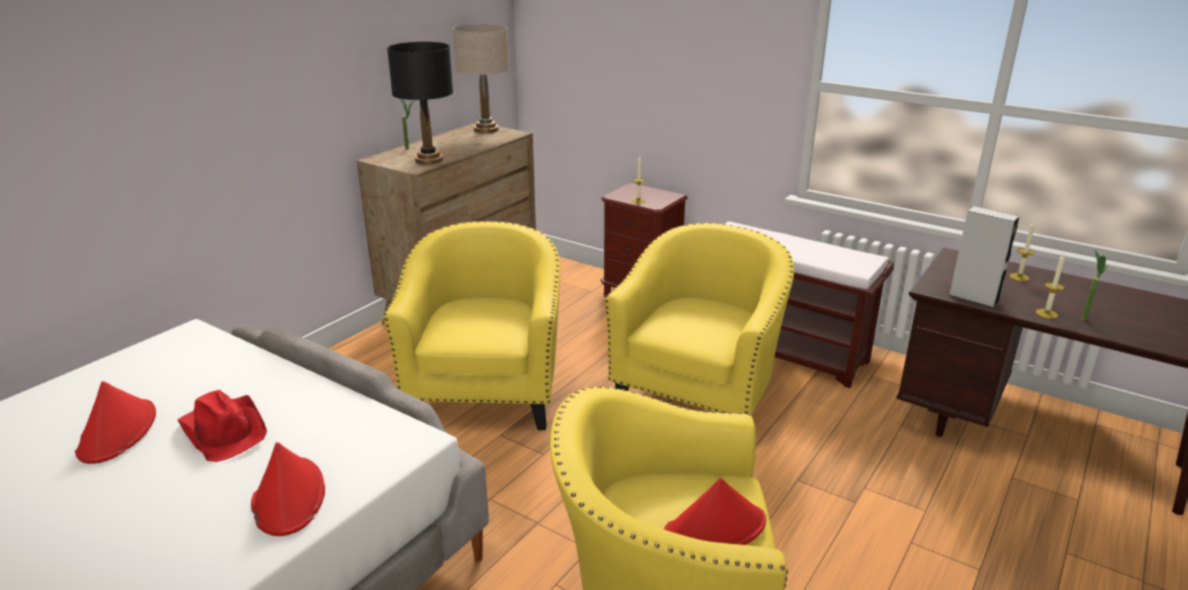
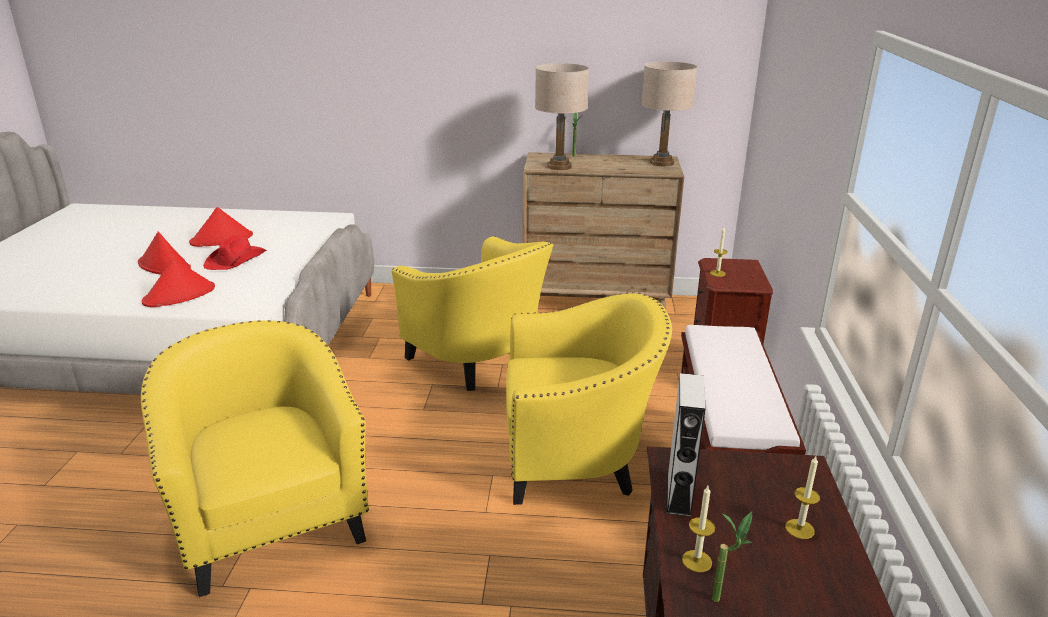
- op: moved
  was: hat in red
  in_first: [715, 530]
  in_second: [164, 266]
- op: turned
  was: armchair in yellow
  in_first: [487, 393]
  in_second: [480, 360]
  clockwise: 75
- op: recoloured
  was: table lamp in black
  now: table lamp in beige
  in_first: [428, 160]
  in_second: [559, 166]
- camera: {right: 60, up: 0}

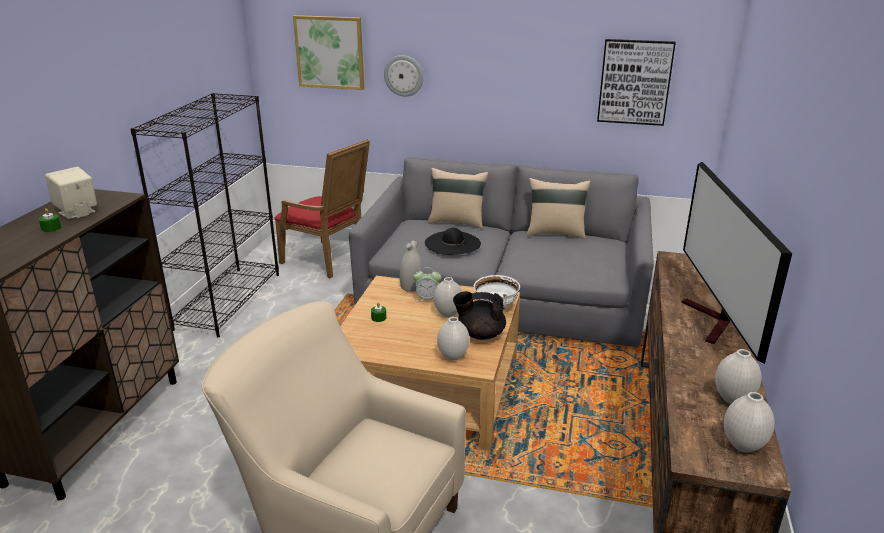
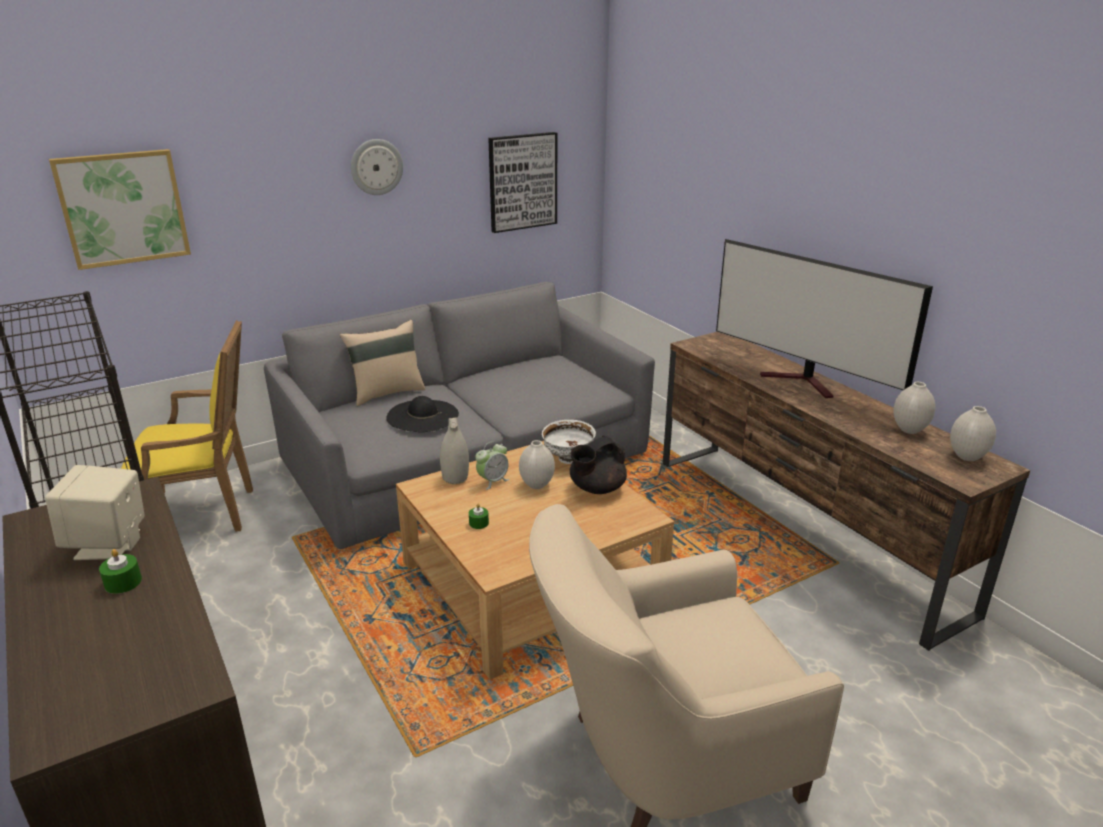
- op: recoloured
  was: armchair in red
  now: armchair in yellow
  in_first: [328, 261]
  in_second: [206, 513]
- op: moved
  was: wall clock
  in_first: [404, 75]
  in_second: [376, 167]
- op: removed
  was: vase in white
  in_first: [453, 356]
- op: removed
  was: pillow in beige
  in_first: [555, 233]
- camera: {right: -45, up: 0}

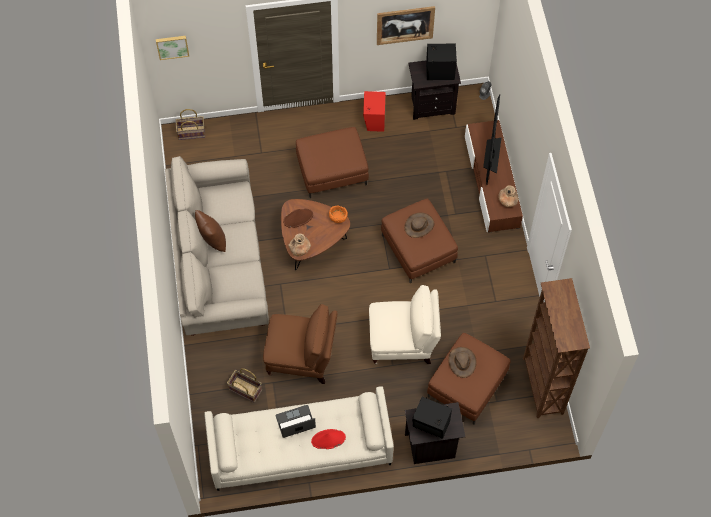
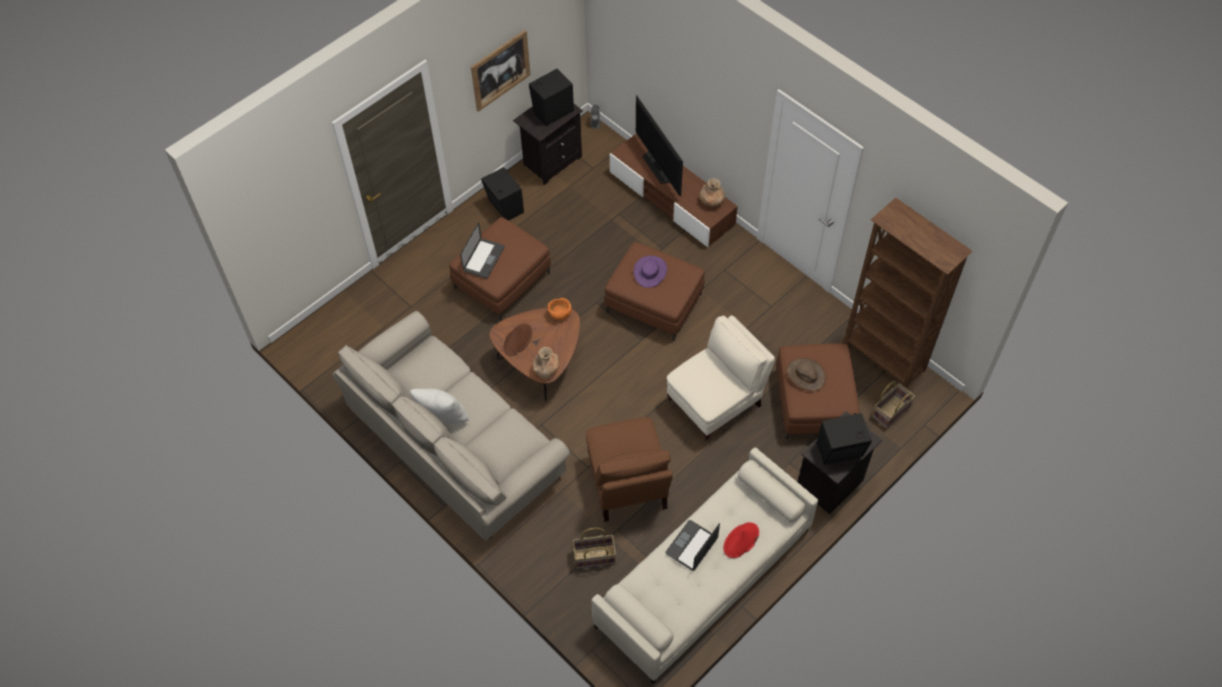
- op: recoloured
  was: pillow in brown
  now: pillow in white
  in_first: [212, 241]
  in_second: [443, 419]
- op: added
  now: laptop
  in_second: [484, 259]
- op: recoloured
  was: speaker in red
  now: speaker in black
  in_first: [374, 120]
  in_second: [505, 207]
- op: turned
  was: armchair in brown
  in_first: [302, 358]
  in_second: [627, 484]
  clockwise: 105
- op: recoloured
  was: hat in brown
  now: hat in purple
  in_first: [419, 226]
  in_second: [650, 272]
- op: moved
  was: basket
  in_first: [191, 132]
  in_second: [890, 411]
- op: removed
  was: picture
  in_first: [172, 46]
- camera: {right: -35, up: -5}

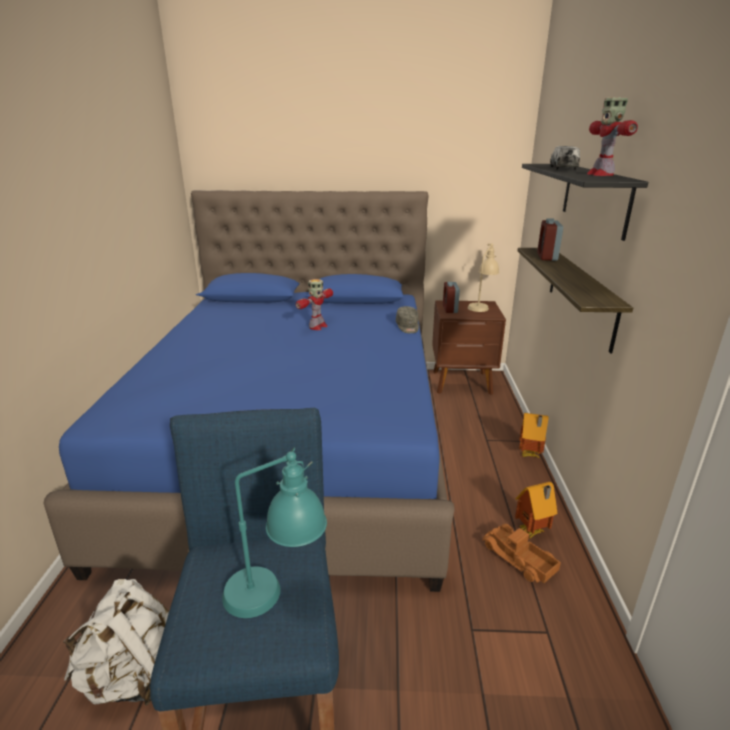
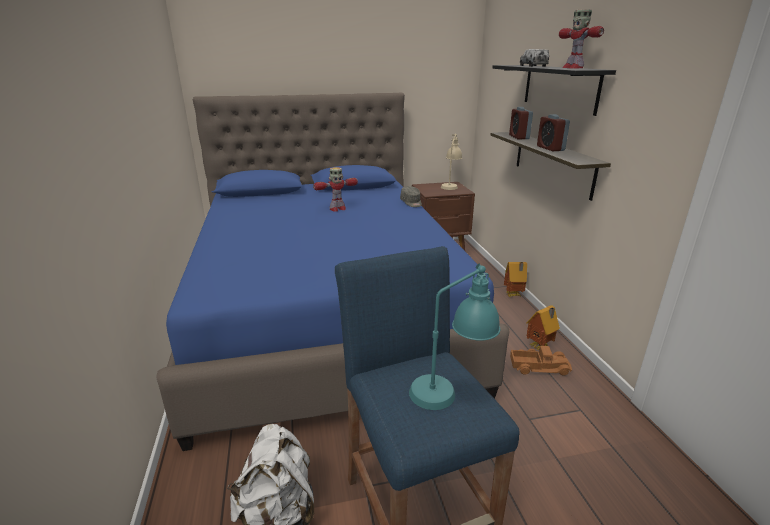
- op: turned
  was: toy robot
  in_first: [317, 327]
  in_second: [337, 209]
  clockwise: 45
- op: turned
  was: toy truck
  in_first: [518, 559]
  in_second: [538, 367]
  clockwise: 150
- op: moved
  was: alarm clock
  in_first: [450, 309]
  in_second: [550, 148]
- camera: {right: -15, up: 0}

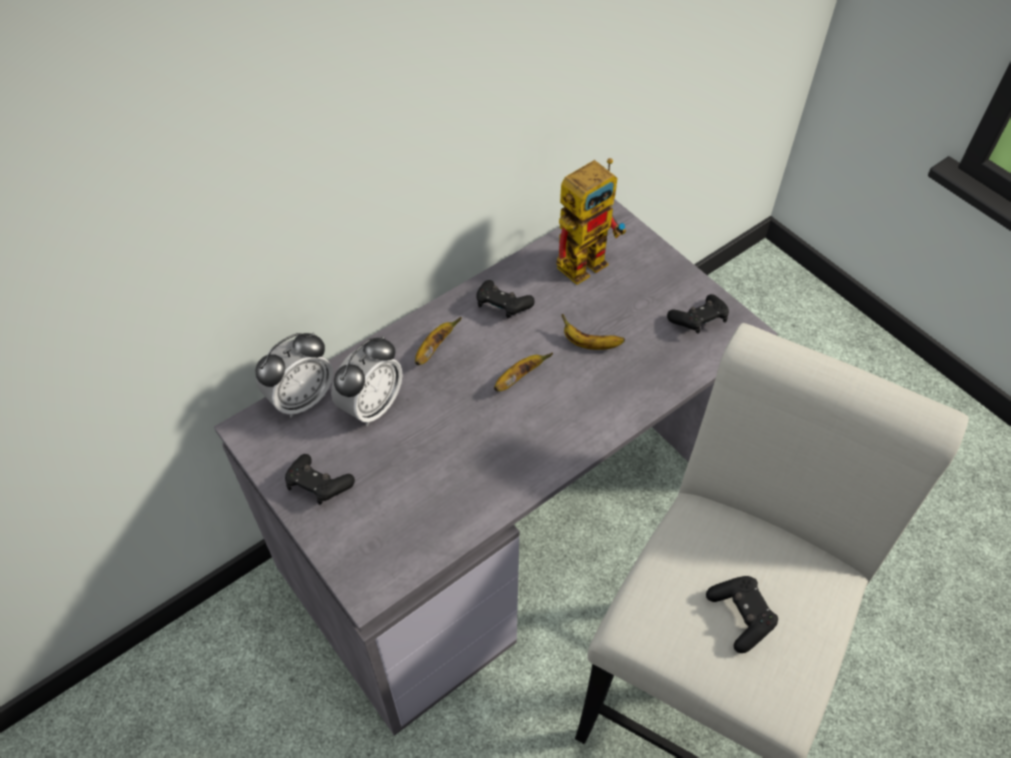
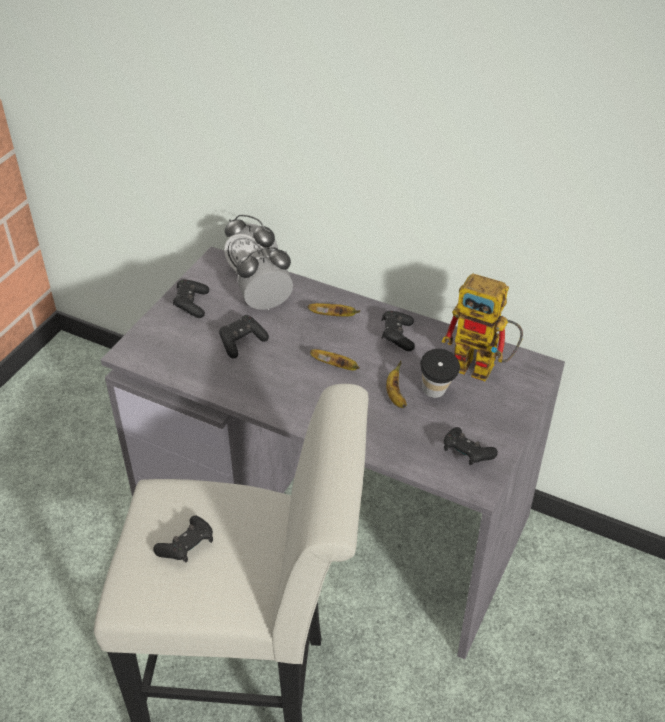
- op: added
  now: game controller in black
  in_second: [242, 342]
- op: turned
  was: alarm clock
  in_first: [371, 406]
  in_second: [266, 304]
  clockwise: 150
- op: added
  now: cup
  in_second: [436, 395]
- camera: {right: 65, up: -10}

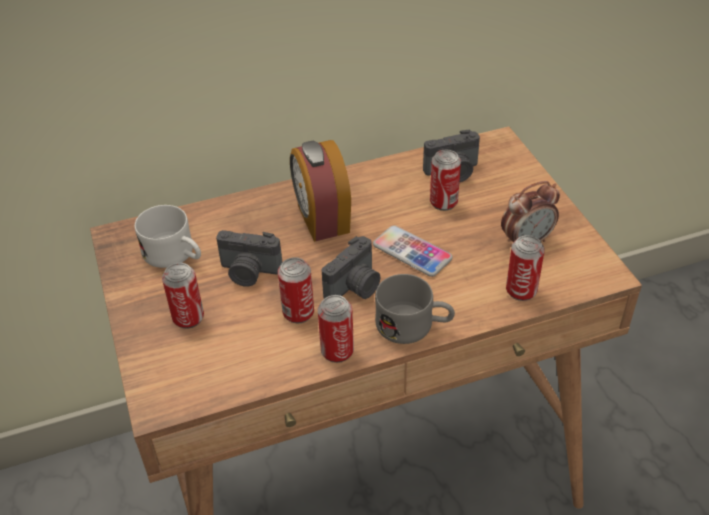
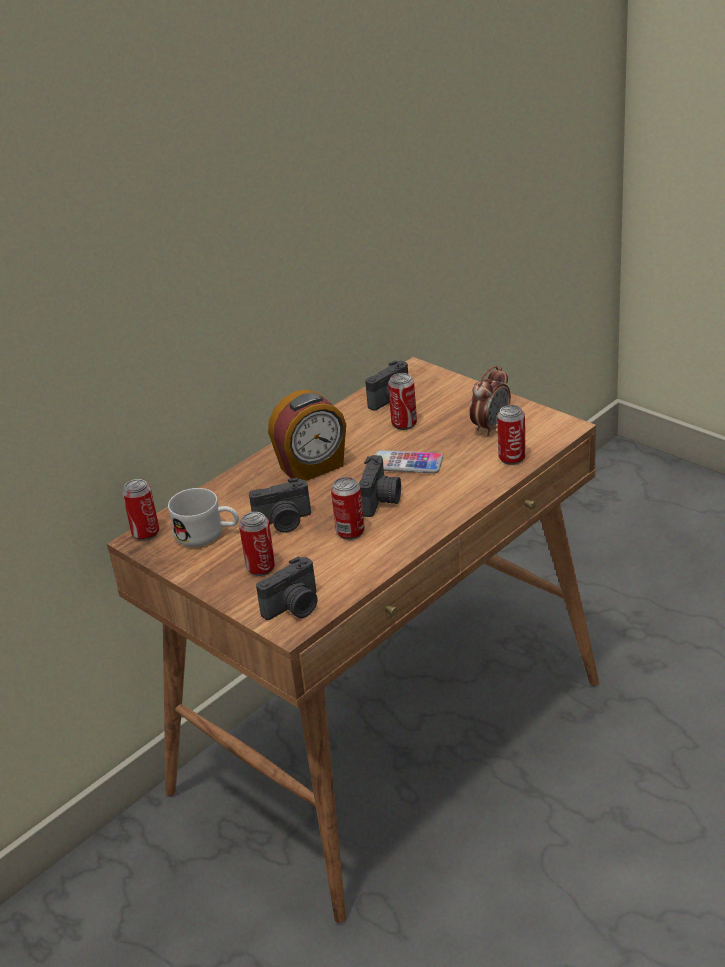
- op: moved
  was: can
  in_first: [337, 351]
  in_second: [145, 533]
- op: added
  now: photo camera
  in_second: [294, 607]
- op: turned
  was: alarm clock
  in_first: [321, 219]
  in_second: [312, 468]
  clockwise: -75
- op: removed
  was: mug in grey
  in_first: [414, 326]
- camera: {right: -25, up: -10}

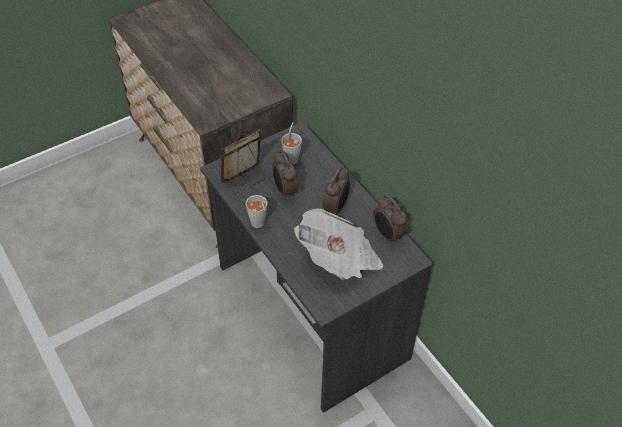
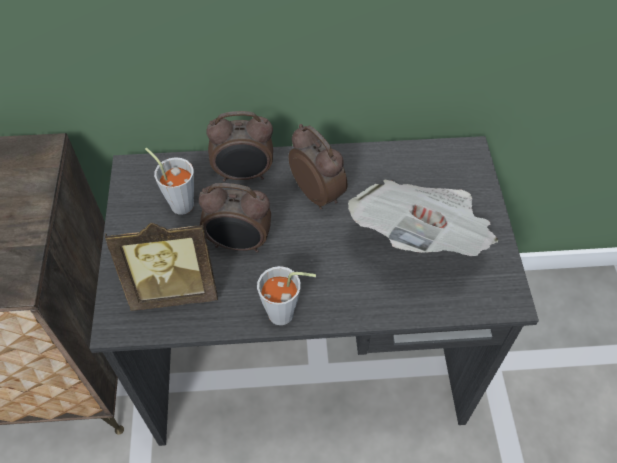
- op: turned
  was: picture frame
  in_first: [245, 180]
  in_second: [175, 289]
  clockwise: -90
- op: moved
  was: alarm clock
  in_first: [387, 235]
  in_second: [244, 175]
- camera: {right: -60, up: 5}

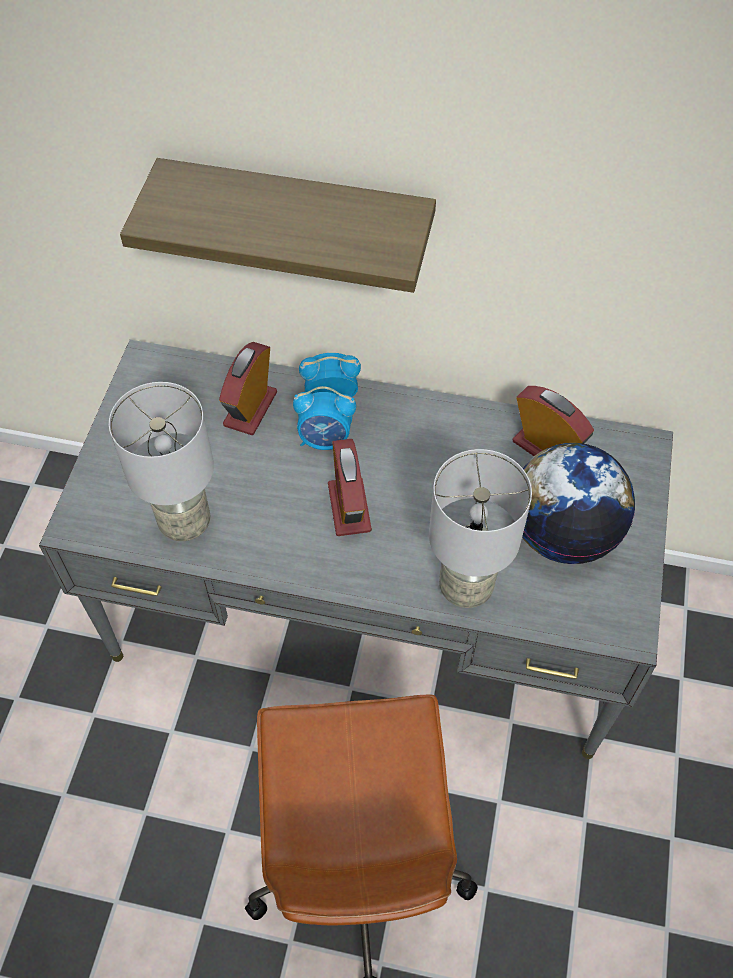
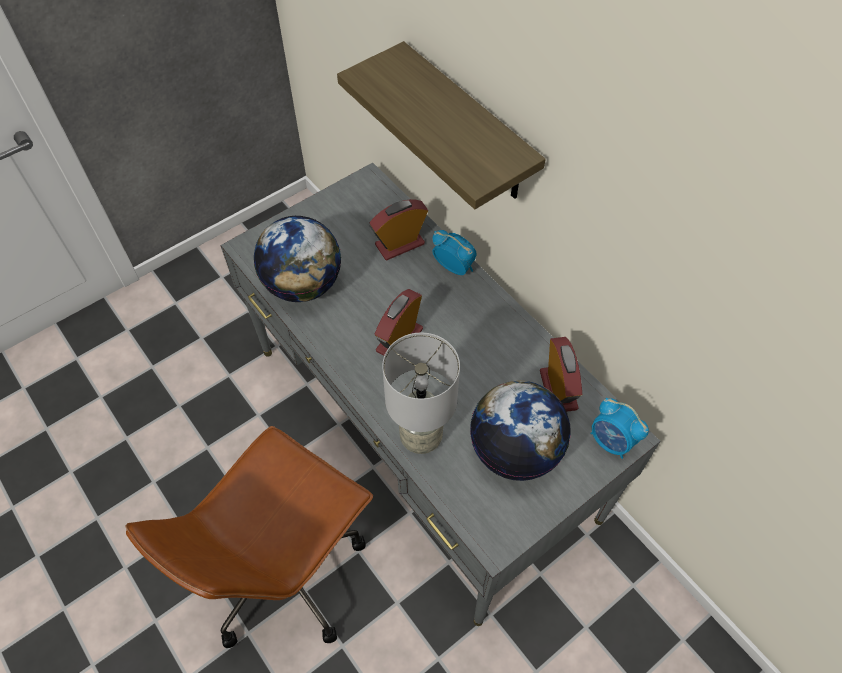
- op: replaced
  was: table lamp in grey
  now: globe
  in_first: [186, 523]
  in_second: [303, 285]
- op: moved
  was: alarm clock
  in_first: [325, 440]
  in_second: [611, 441]
- camera: {right: 40, up: 0}

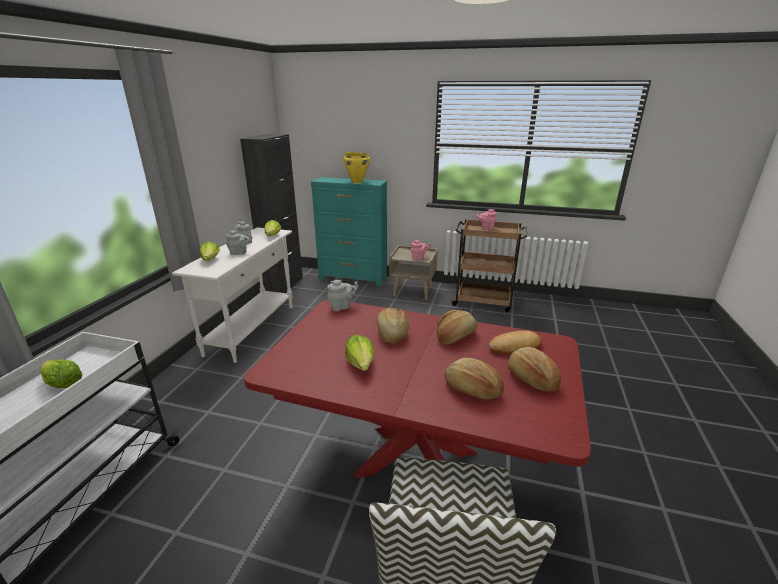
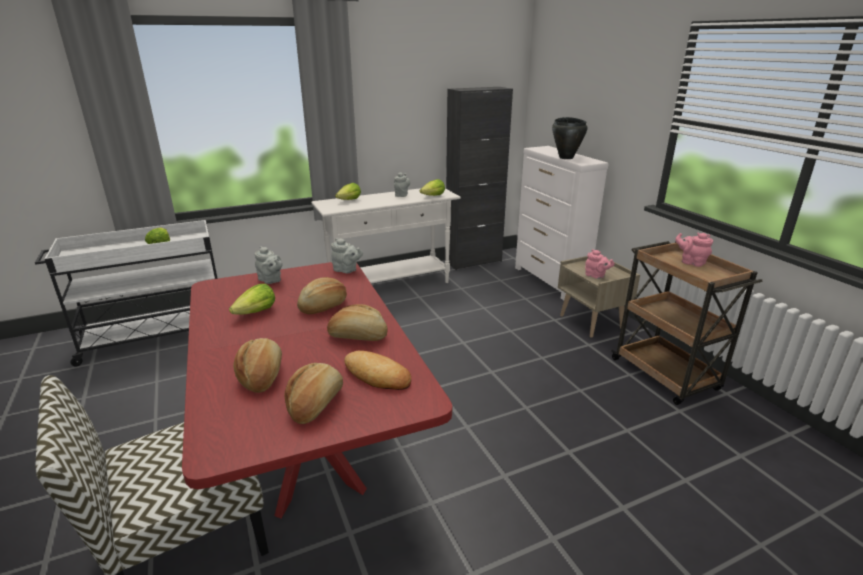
- op: moved
  was: teapot in grey
  in_first: [240, 253]
  in_second: [271, 280]
- op: recoloured
  was: dresser in turquoise
  now: dresser in white
  in_first: [353, 278]
  in_second: [550, 281]
- op: recoloured
  was: cooking pot in yellow
  now: cooking pot in black
  in_first: [357, 182]
  in_second: [566, 157]
- camera: {right: 50, up: 0}

